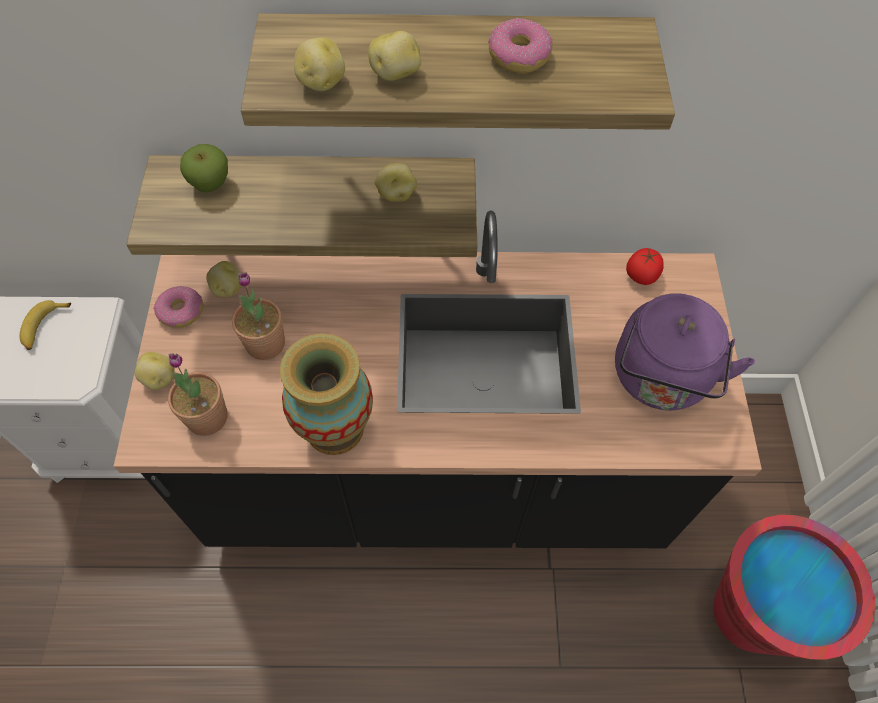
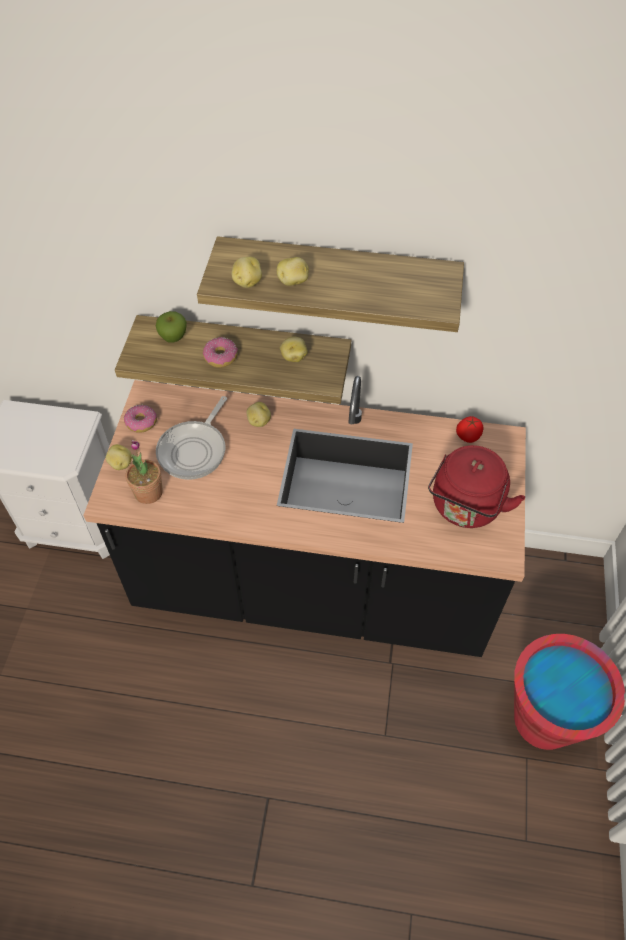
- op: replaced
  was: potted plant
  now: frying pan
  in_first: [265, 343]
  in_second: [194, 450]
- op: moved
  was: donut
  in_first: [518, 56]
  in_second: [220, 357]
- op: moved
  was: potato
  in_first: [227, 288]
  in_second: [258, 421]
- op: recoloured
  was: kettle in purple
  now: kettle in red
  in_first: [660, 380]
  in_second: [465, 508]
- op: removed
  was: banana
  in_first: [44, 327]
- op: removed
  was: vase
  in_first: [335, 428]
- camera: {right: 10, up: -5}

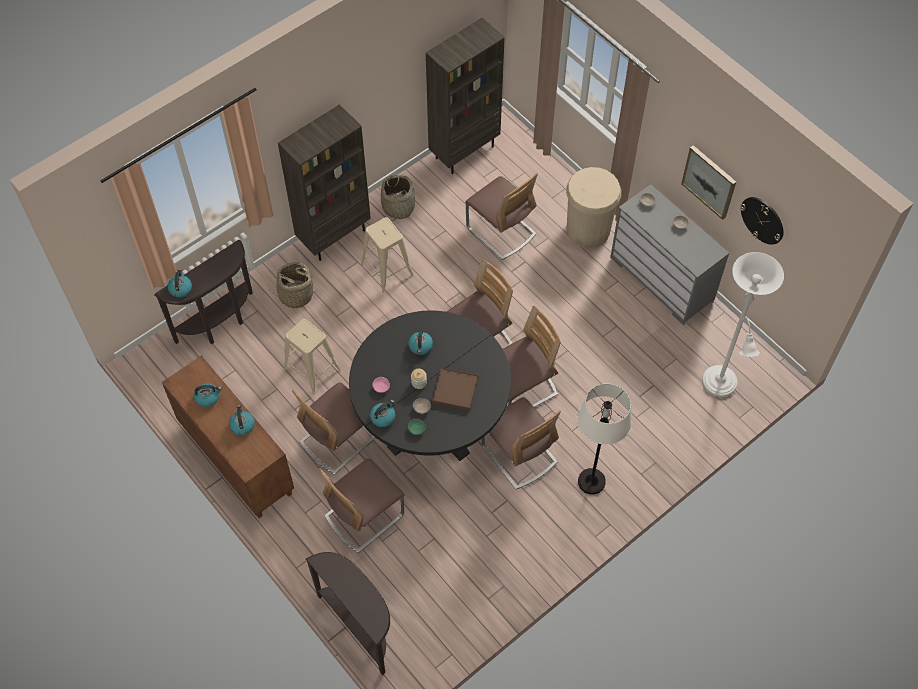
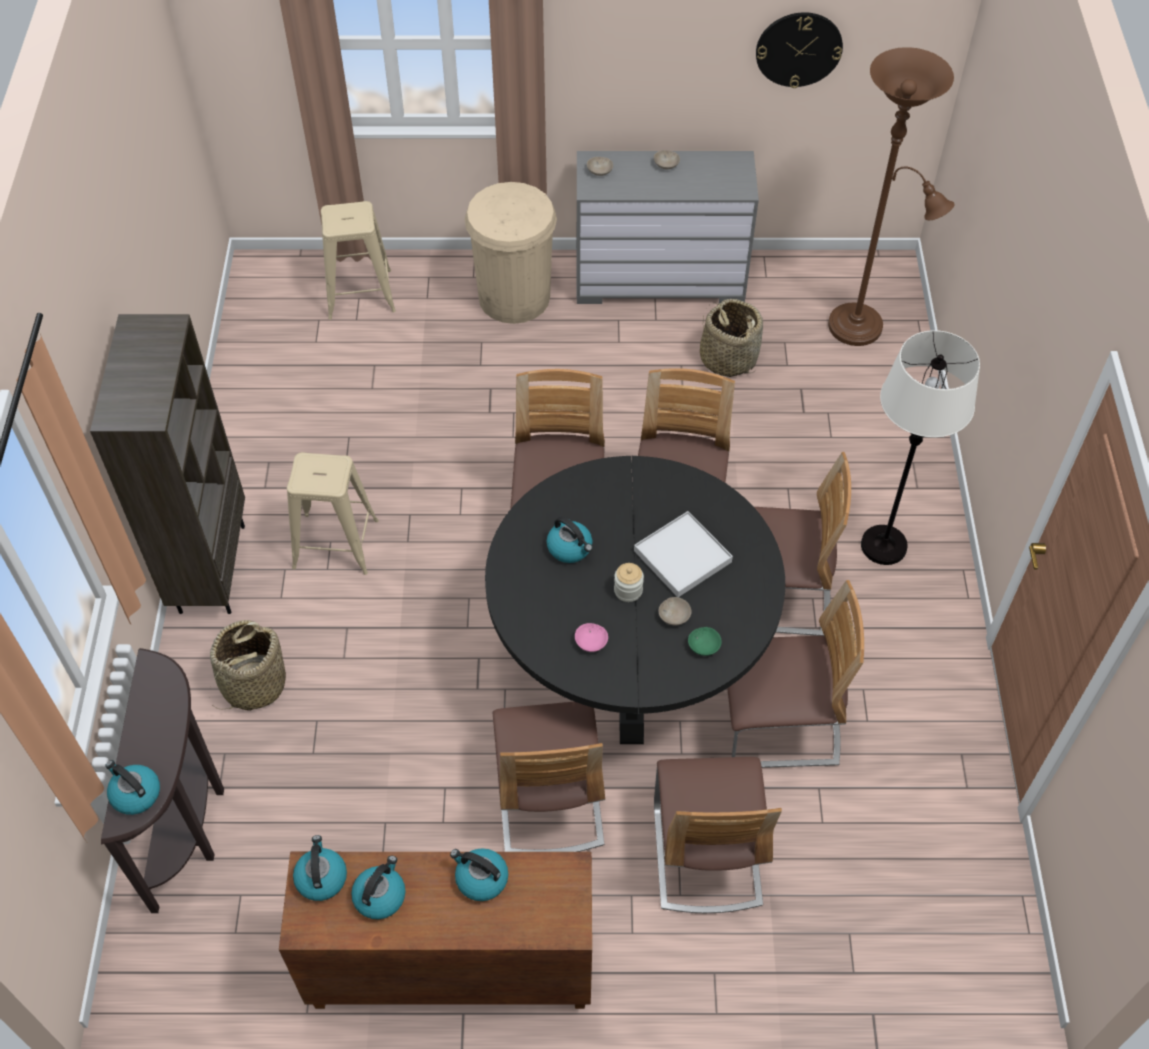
- op: moved
  was: kettle
  in_first: [383, 417]
  in_second: [321, 877]
- op: moved
  was: stool in beige
  in_first: [312, 369]
  in_second: [360, 294]
- op: recoloured
  was: tray in brown
  now: tray in white
  in_first: [455, 390]
  in_second: [683, 556]
- op: moved
  was: basket
  in_first: [398, 206]
  in_second: [728, 358]
- op: moved
  was: chair
  in_first: [501, 231]
  in_second: [779, 725]
- op: recoloured
  was: floor lamp in white
  now: floor lamp in brown
  in_first: [720, 386]
  in_second: [862, 329]
- op: removed
  was: console table in brown
  in_first: [360, 626]
- op: removed
  was: bookcase in brown
  in_first: [464, 151]
- op: removed
  was: picture
  in_first: [709, 181]
- camera: {right: -50, up: -5}

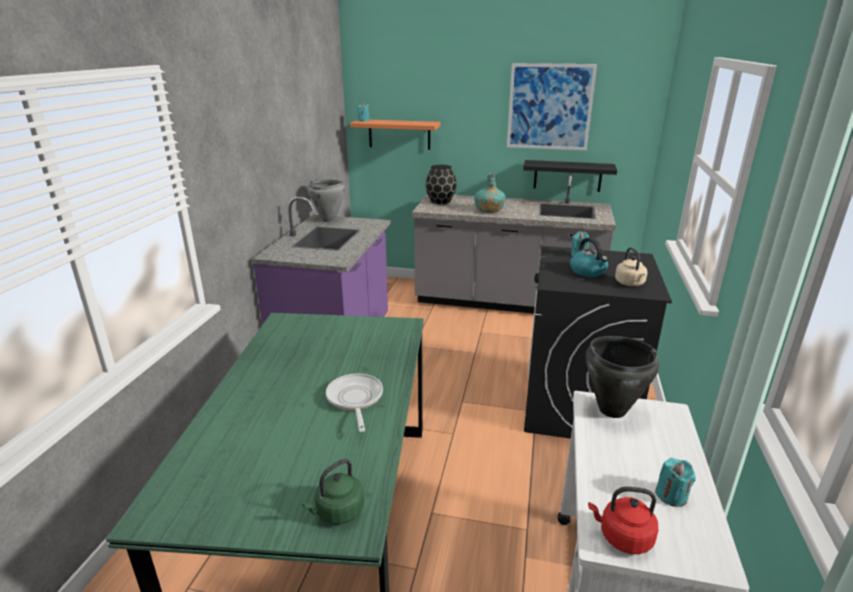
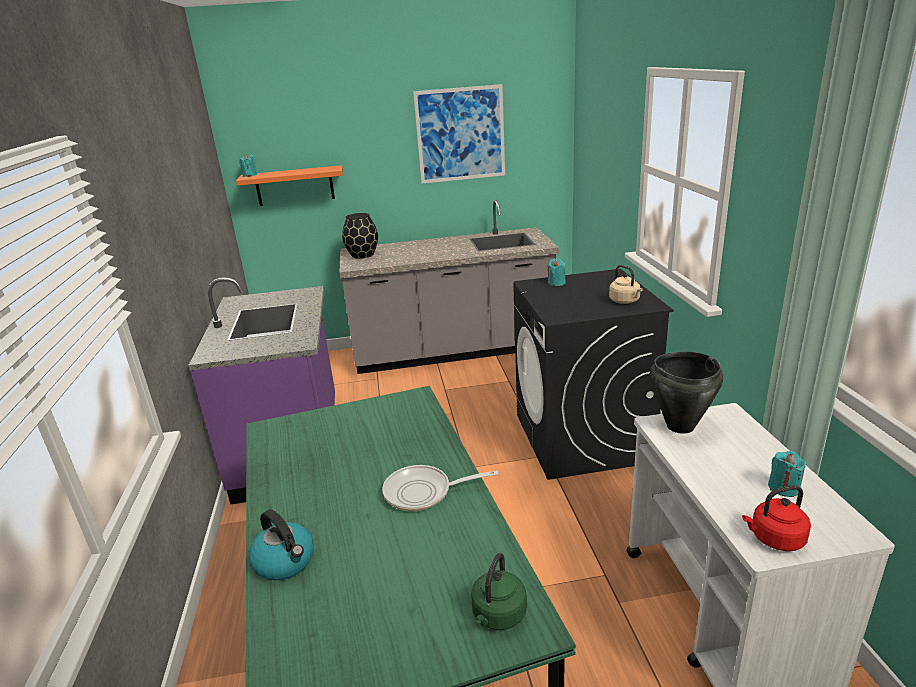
- op: moved
  was: kettle
  in_first: [588, 271]
  in_second: [286, 562]
- op: turned
  was: frying pan
  in_first: [355, 400]
  in_second: [423, 492]
  clockwise: -60
- op: removed
  was: cooking pot in grey
  in_first: [328, 220]
- op: removed
  was: bottle in turquoise
  in_first: [488, 210]
- op: removed
  was: shelf in black
  in_first: [567, 176]
- camera: {right: -20, up: 0}

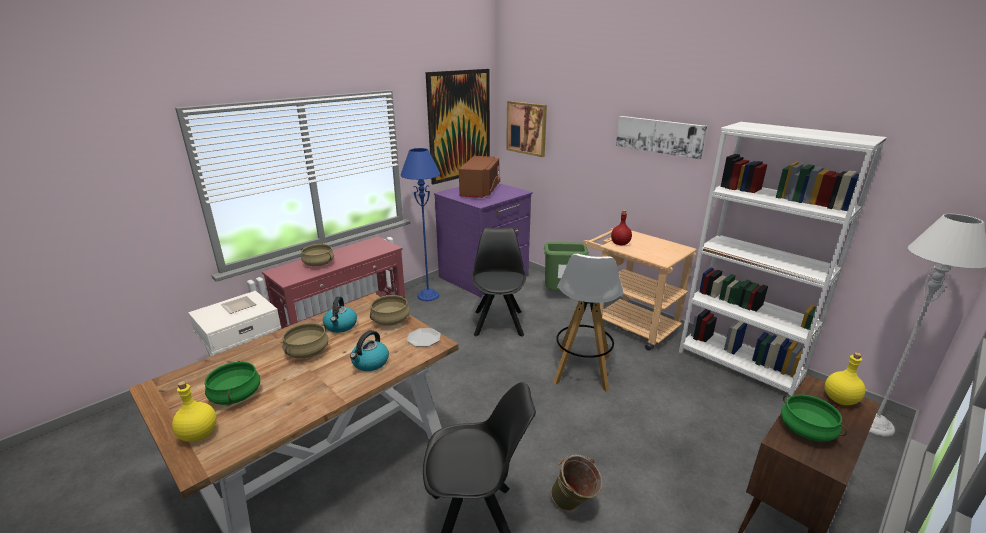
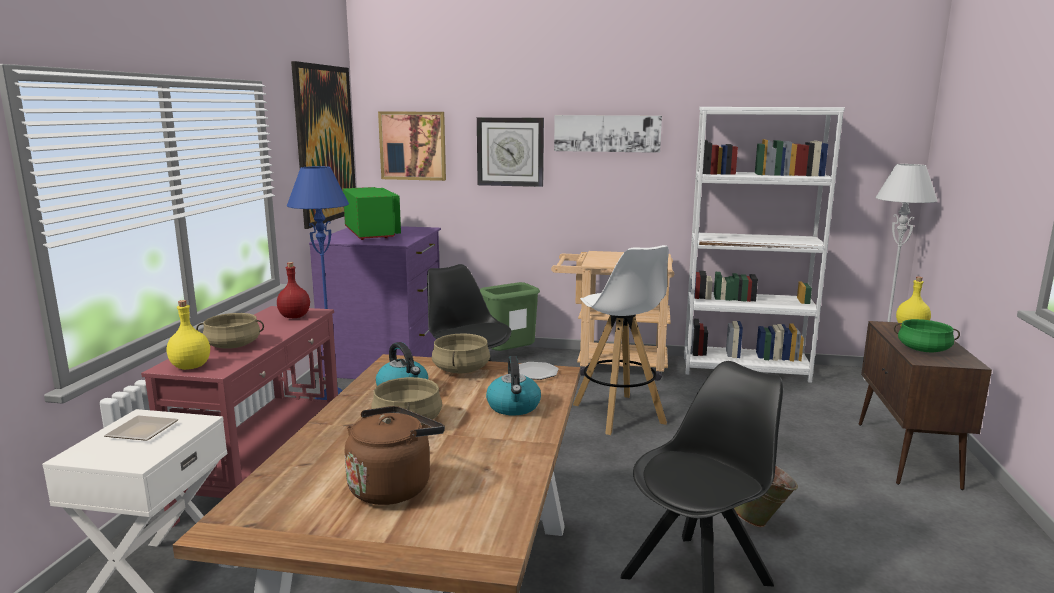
- op: moved
  was: bottle in yellow
  in_first: [198, 434]
  in_second: [190, 367]
- op: moved
  was: bottle in red
  in_first: [620, 244]
  in_second: [295, 316]
- op: recoloured
  was: microwave in brown
  now: microwave in green
  in_first: [480, 191]
  in_second: [372, 233]
- op: replaced
  was: cooking pot in green
  now: kettle in brown
  in_first: [236, 395]
  in_second: [393, 486]
- op: added
  now: wall clock
  in_second: [510, 151]
- camera: {right: -35, up: -10}

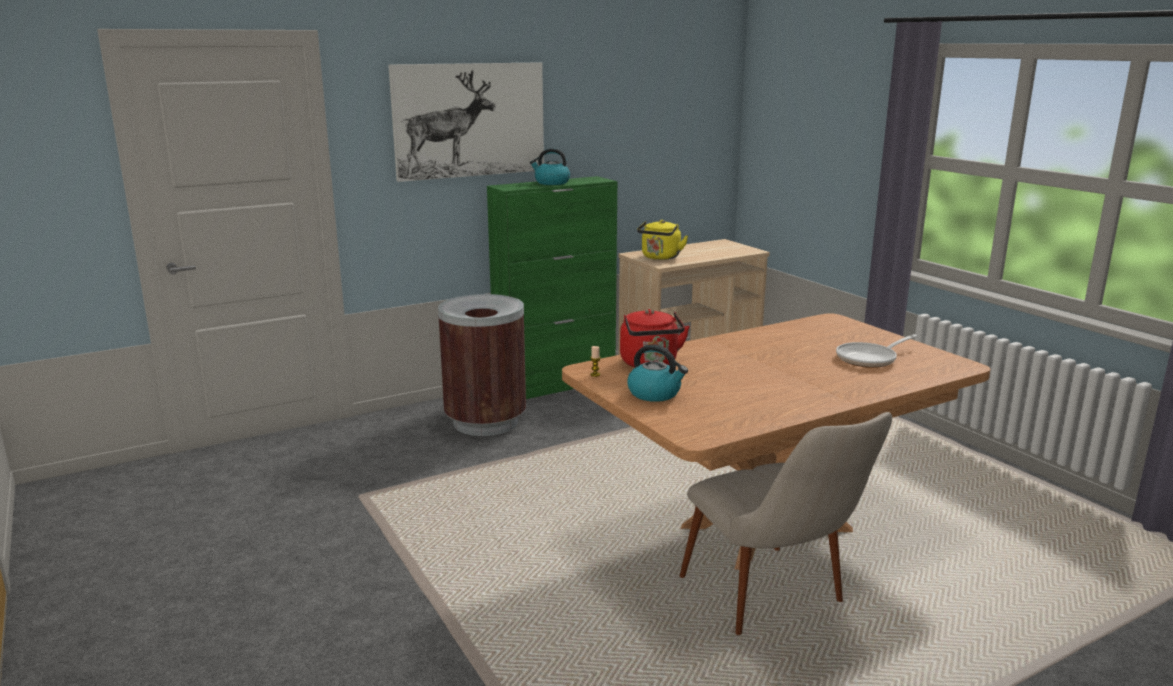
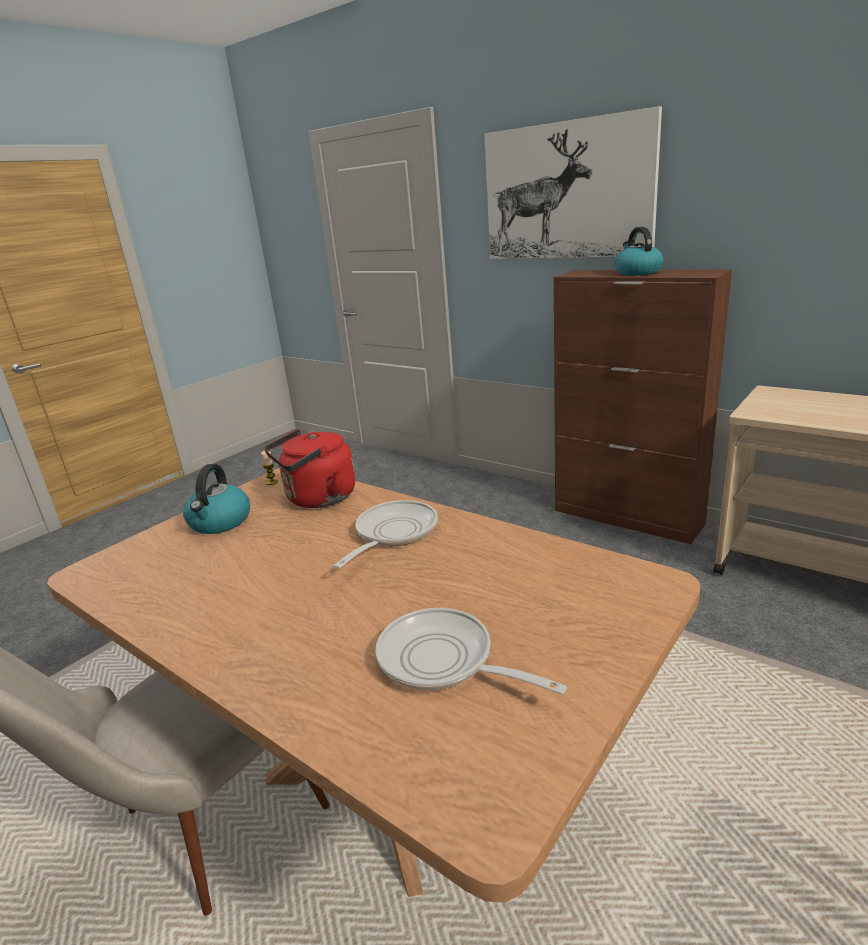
- op: added
  now: frying pan
  in_second: [392, 534]
- op: recoloured
  was: cabinet in green
  now: cabinet in brown
  in_first: [556, 384]
  in_second: [628, 517]
- op: removed
  was: trash can in brown
  in_first: [486, 422]
- op: removed
  was: kettle in yellow
  in_first: [660, 257]
- camera: {right: 70, up: 5}

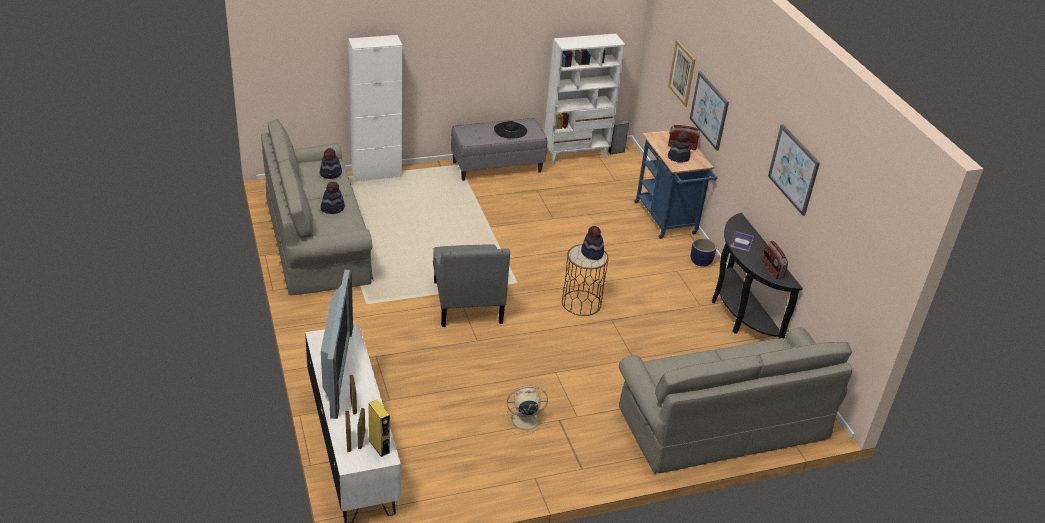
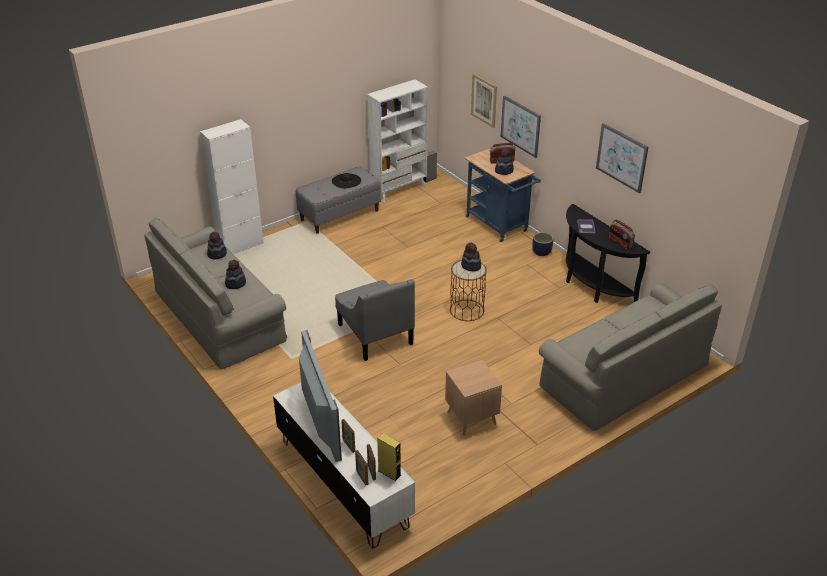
- op: replaced
  was: fan in beige
  now: side table in brown
  in_first: [524, 420]
  in_second: [471, 418]
- camera: {right: -15, up: 0}

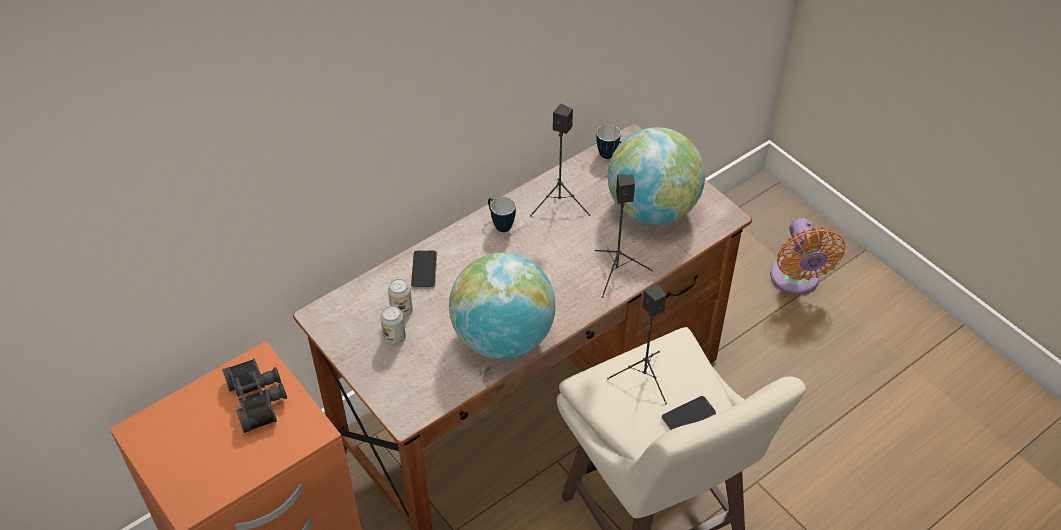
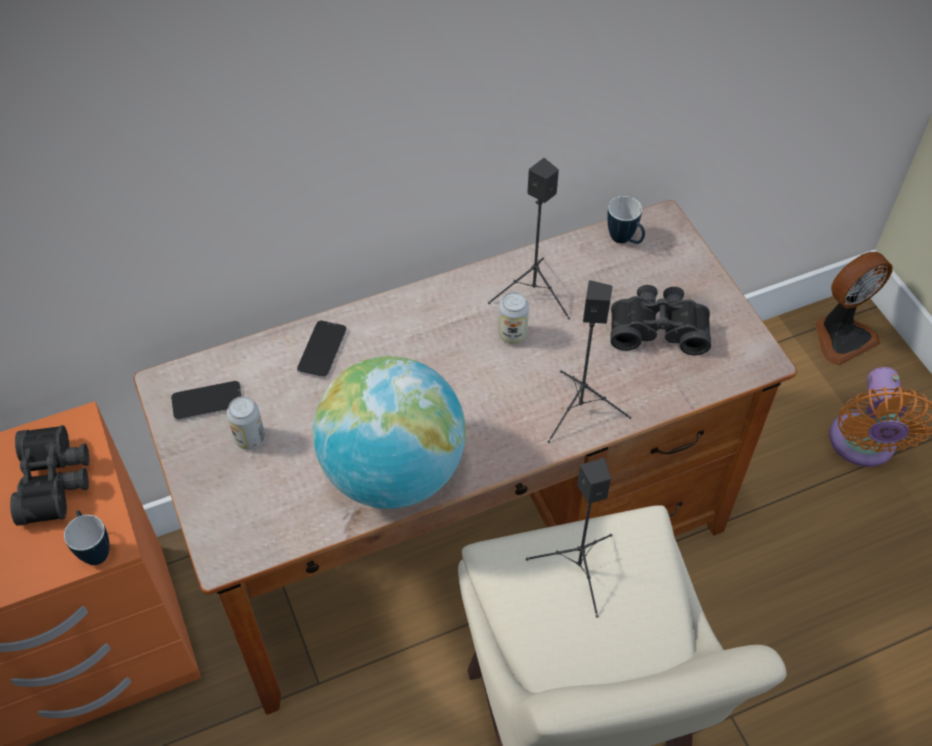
- op: moved
  was: mug
  in_first: [500, 224]
  in_second: [94, 549]
- op: moved
  was: phone
  in_first: [688, 415]
  in_second: [207, 401]
- op: moved
  was: can
  in_first: [402, 311]
  in_second: [512, 334]
- op: replaced
  was: globe
  now: binoculars in black
  in_first: [652, 209]
  in_second: [658, 328]
- op: added
  now: fan
  in_second: [841, 336]
- camera: {right: 15, up: 5}

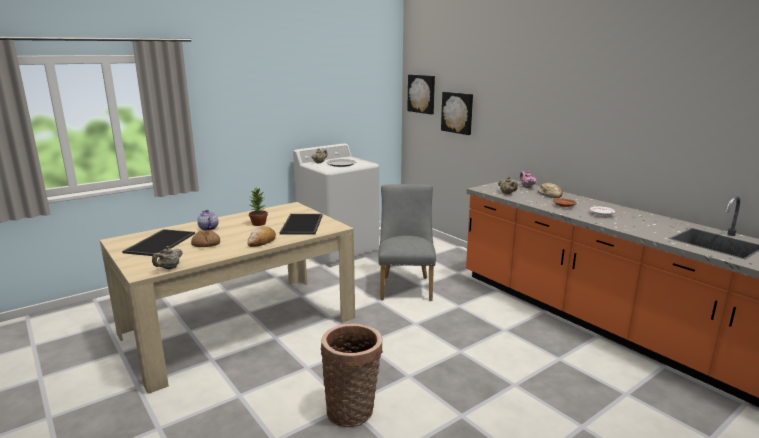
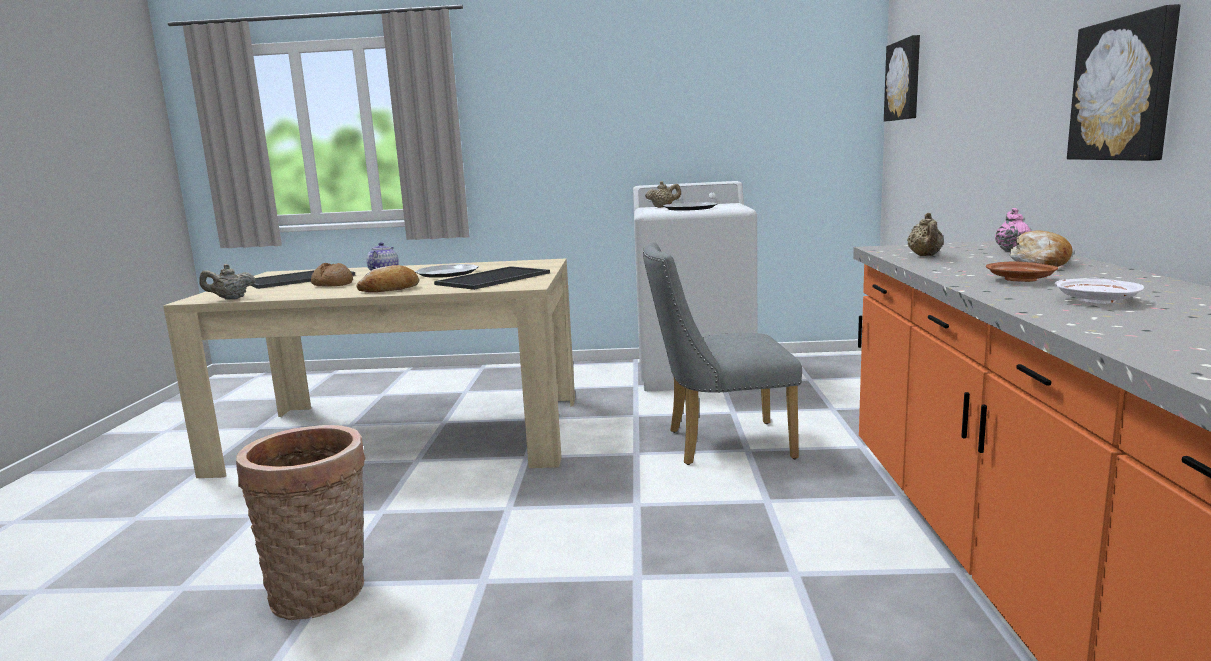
- op: replaced
  was: potted plant
  now: plate
  in_first: [258, 224]
  in_second: [447, 273]
- op: turned
  was: chair in grey
  in_first: [406, 286]
  in_second: [719, 444]
  clockwise: -135
- op: moved
  was: picture
  in_first: [457, 112]
  in_second: [1125, 89]
- camera: {right: 40, up: -5}

